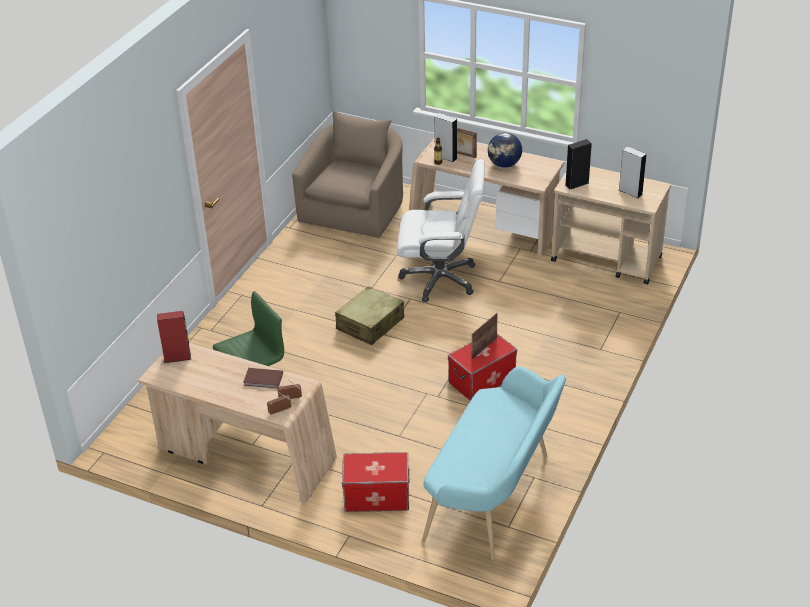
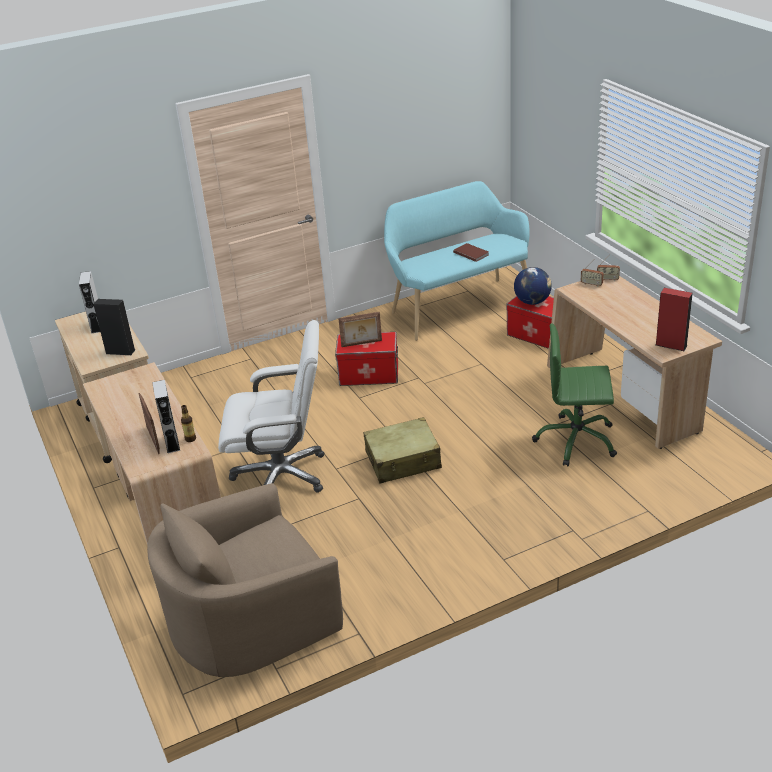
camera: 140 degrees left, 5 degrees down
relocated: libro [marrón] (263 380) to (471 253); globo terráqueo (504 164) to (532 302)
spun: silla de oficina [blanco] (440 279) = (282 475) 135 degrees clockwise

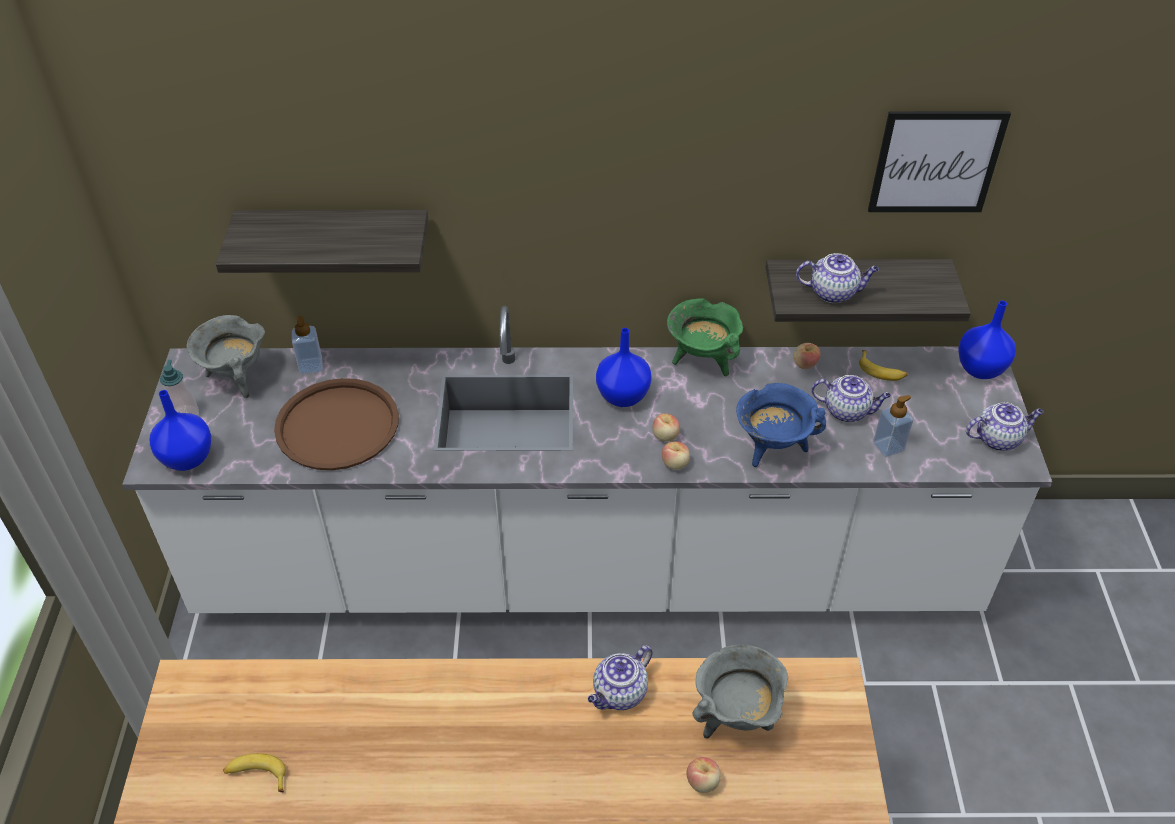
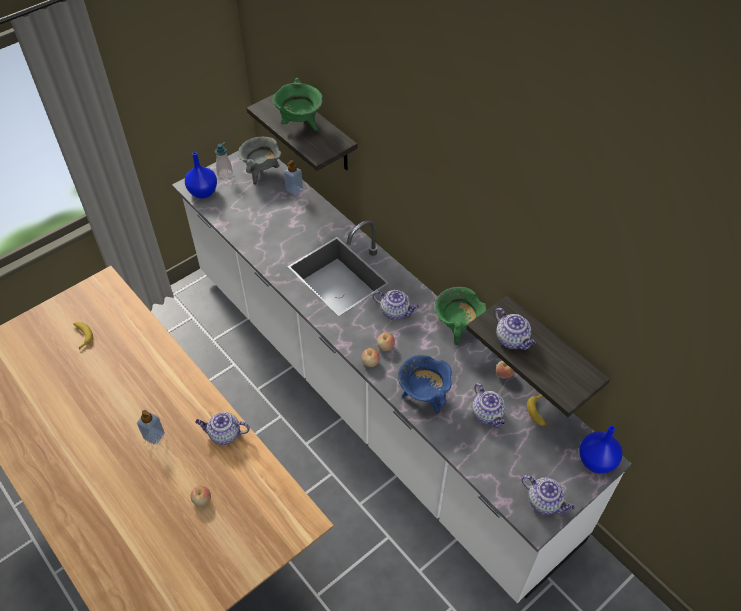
camera: 50 degrees right, 5 degrees up
missing: bandeja [marrón] (337 425); olla [gris] (736 717); cuadro (936 162)
appeared: olla [verde] (300 125)
relocated: dispensador de jabón (888 446) to (154 436)
exchanged: florero [azul] (623 395) to tetera (396 312)

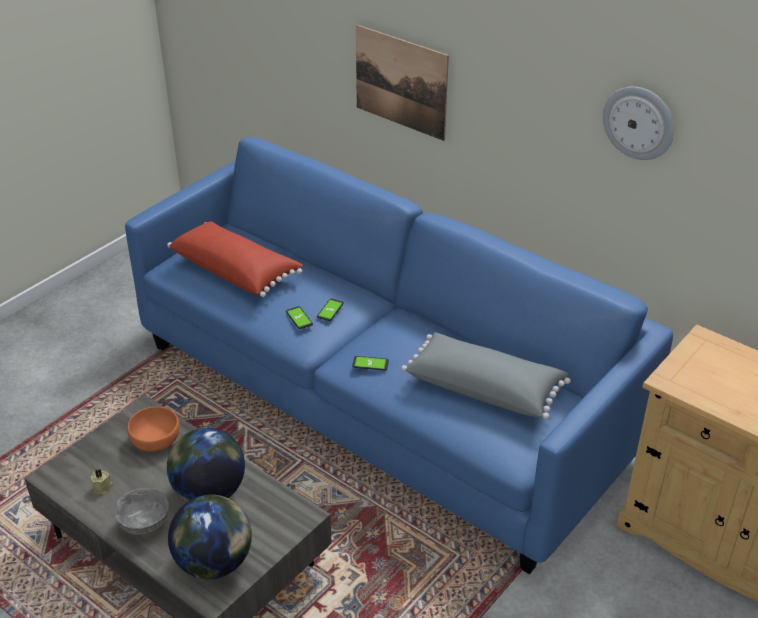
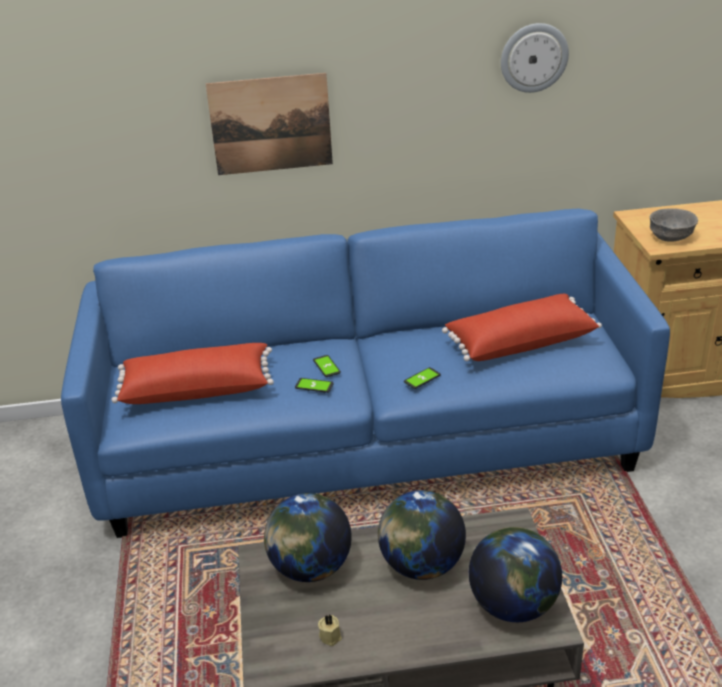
camera: 45 degrees left, 5 degrees down
relocated: cuenco [gris] (144 524) to (670 238)
exchanged: cuenco [naranja] (155 440) to globo terráqueo (310 568)
colour: cojín [gris] (484 387) to cojín [rojo] (519 342)

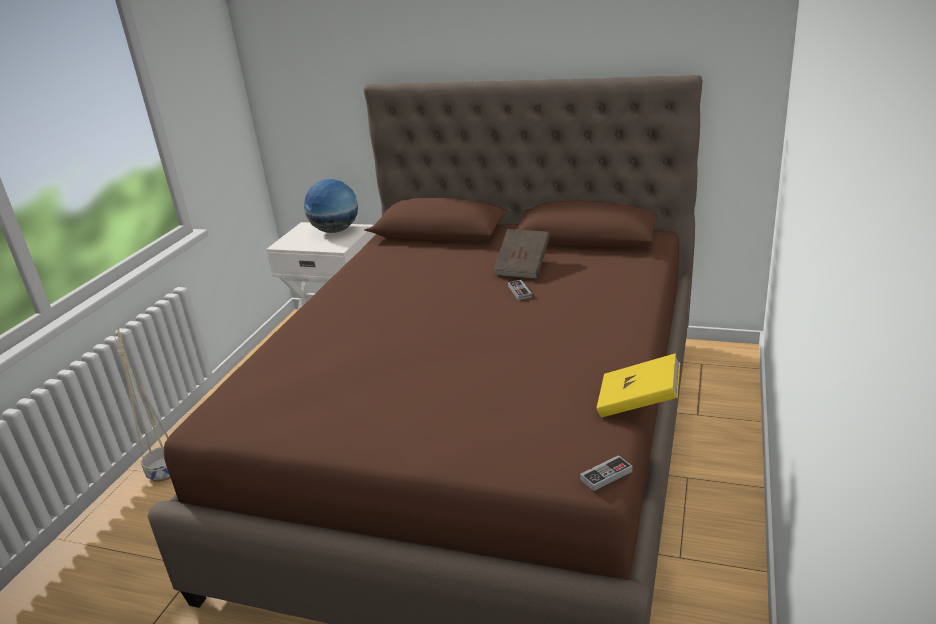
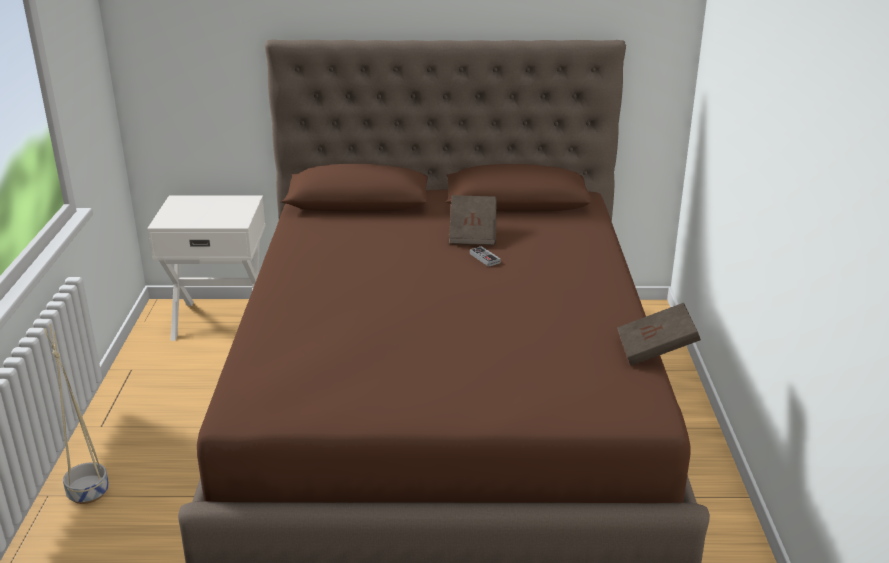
camera: 20 degrees left, 0 degrees up
missing: globo terráqueo (335 231); mando de consola (606 475)
colour: libro [amarillo] (638 403) to libro [marrón] (655 351)

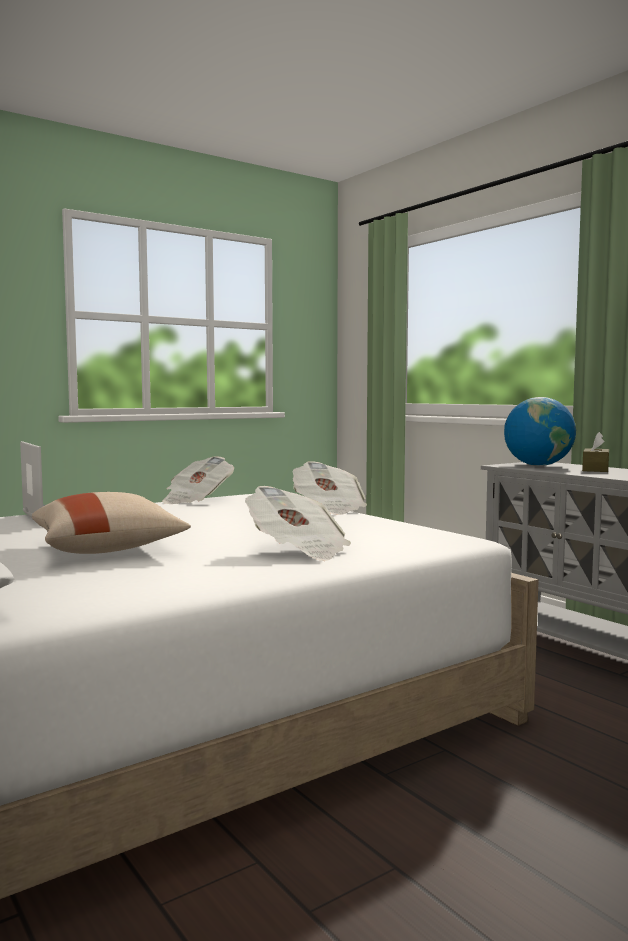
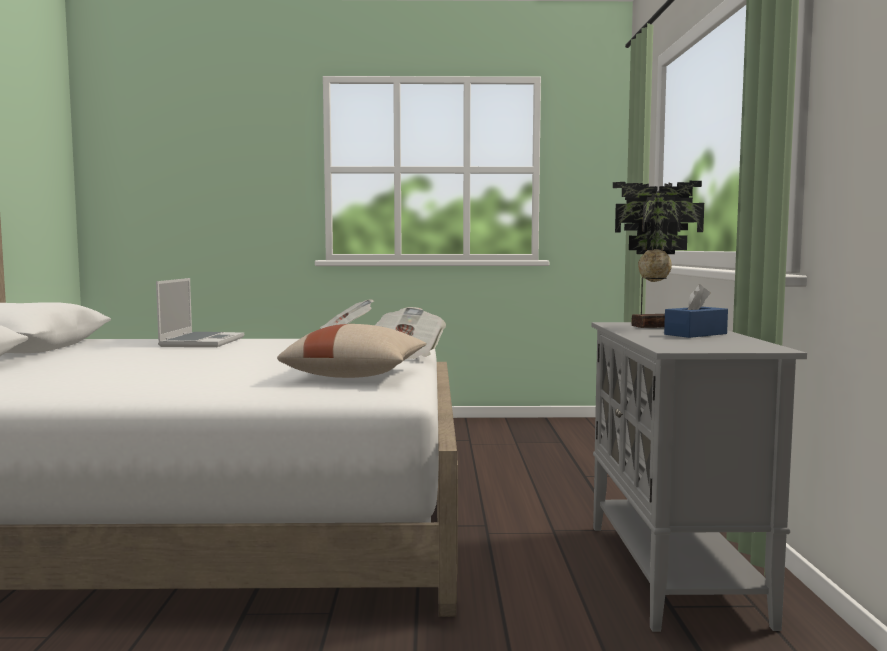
camera: 35 degrees right, 0 degrees up
missing: periódico (298 550)
relocated: cojín [beis] (108 549) to (357 375)
exchanged: globo terráqueo (538 465) to planta en maceta (654 326)
colour: caja de pañuelos [marrón] (595 469) to caja de pañuelos [azul] (695 334)

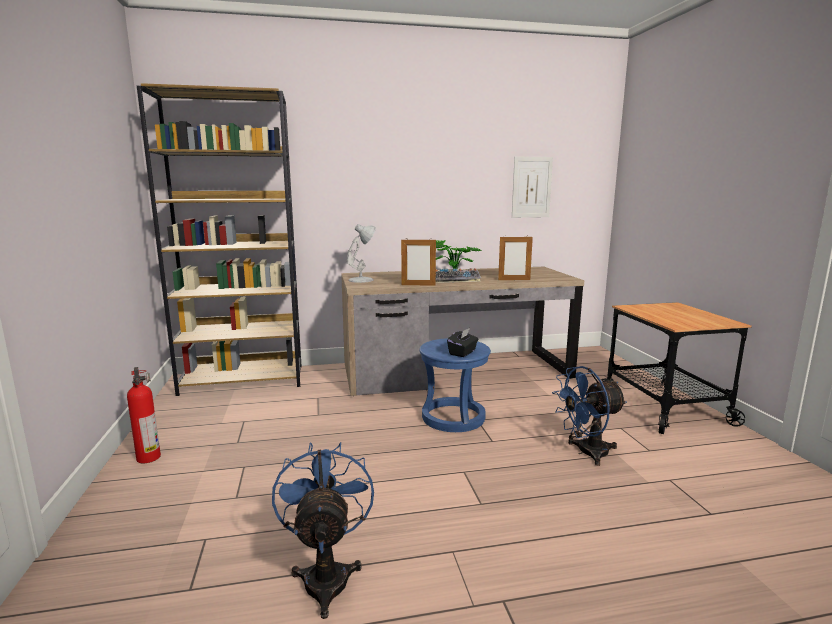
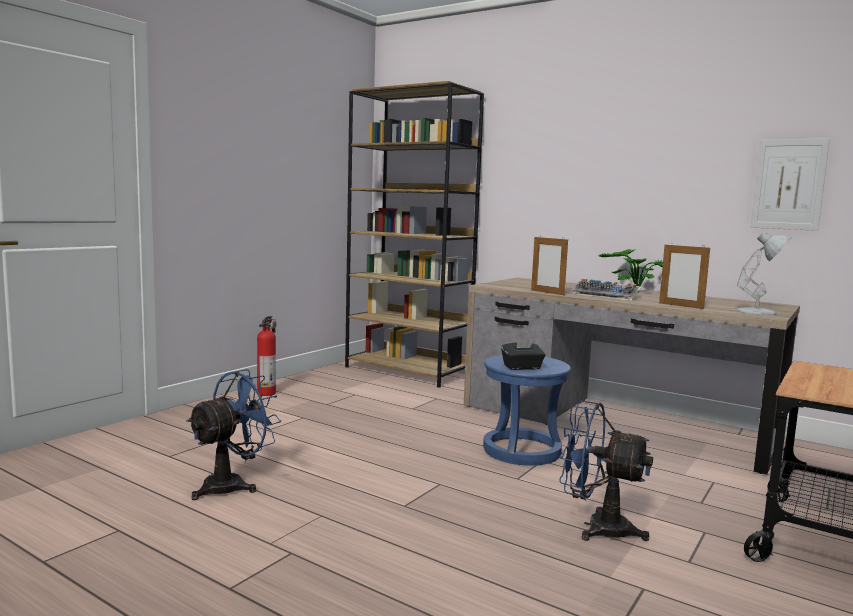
camera: 45 degrees right, 5 degrees down
relocated: lámpara de mesa [blanco] (362 280) to (758 312)

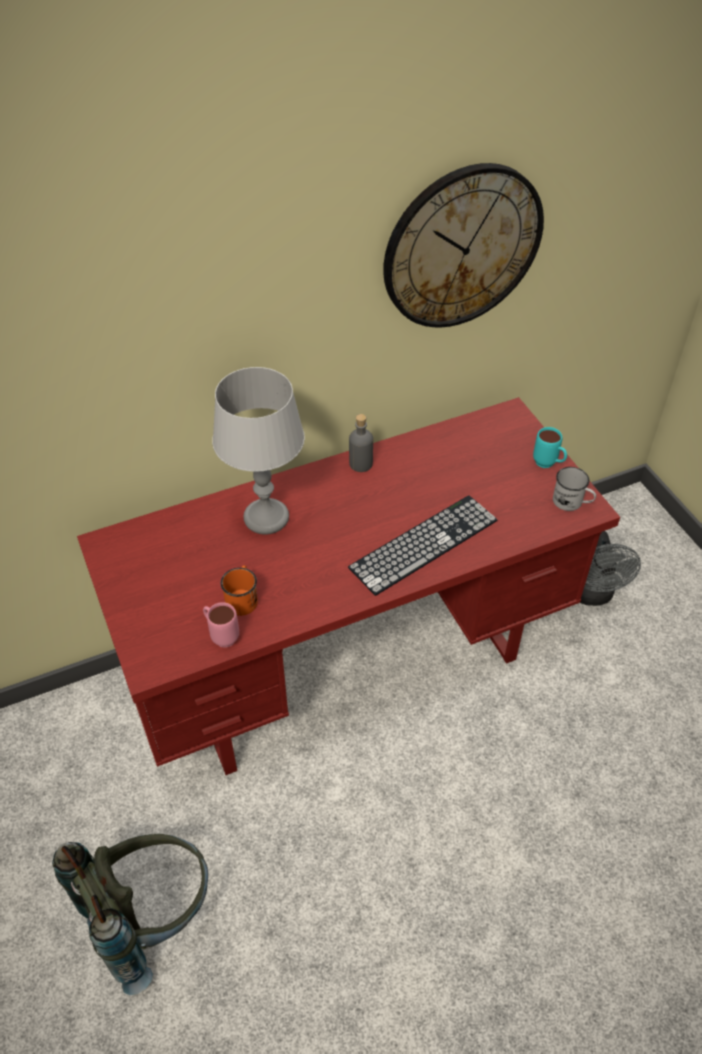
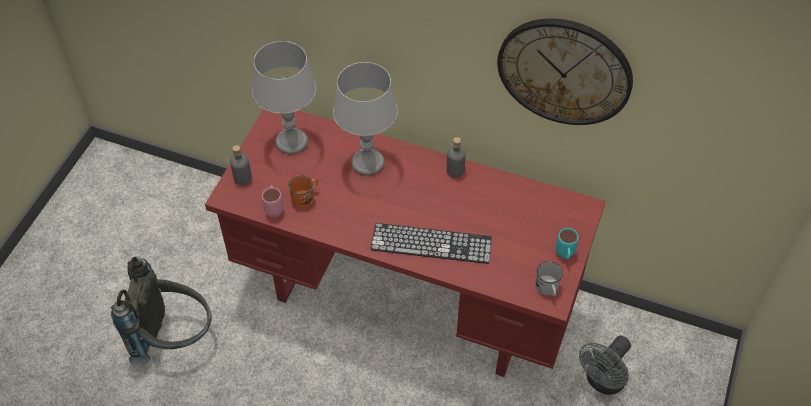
camera: 45 degrees right, 5 degrees up
appeared: botella [gris] (242 178); lámpara de mesa [gris] (292 142)

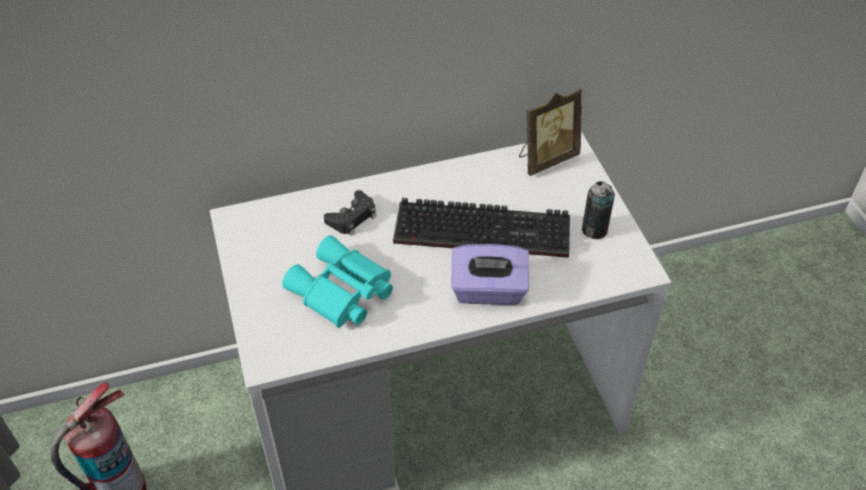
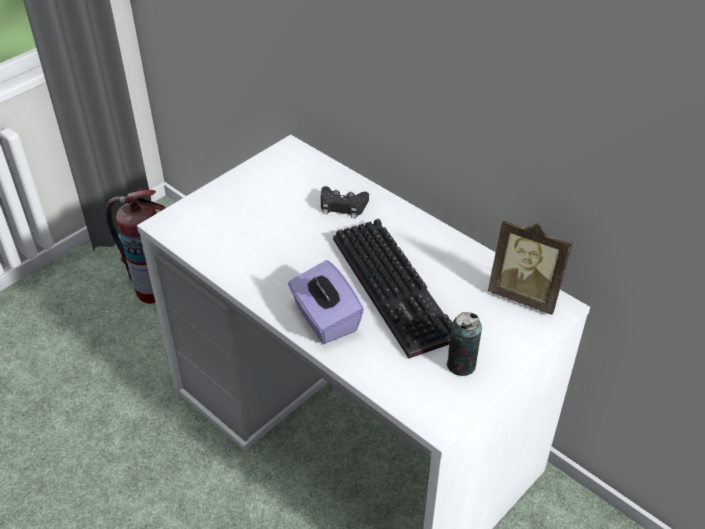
camera: 60 degrees right, 5 degrees down
missing: prismáticos [turquesa] (341 293)

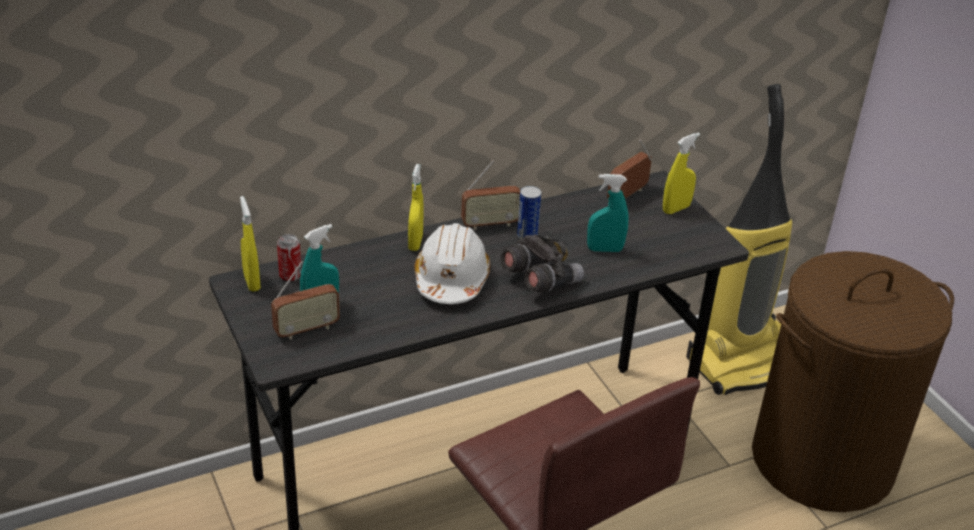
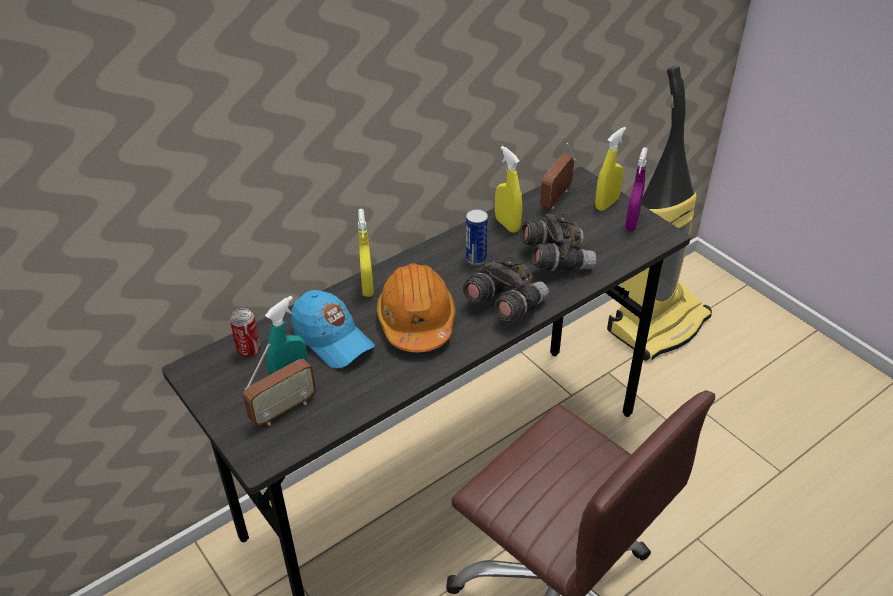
camera: 10 degrees left, 5 degrees up
missing: radio (490 224); cesto de la ropa [marrón] (822 459)
appeared: gorra [azul] (332 339); pulverizador [morado] (632 223)
relocated: pulverizador [amarillo] (252 282) to (507 225)
exchanged: pulverizador [turquesa] (604 249) to prismáticos [gris] (555 259)
colour: casco [blanco] (451 279) to casco [naranja] (416 321)

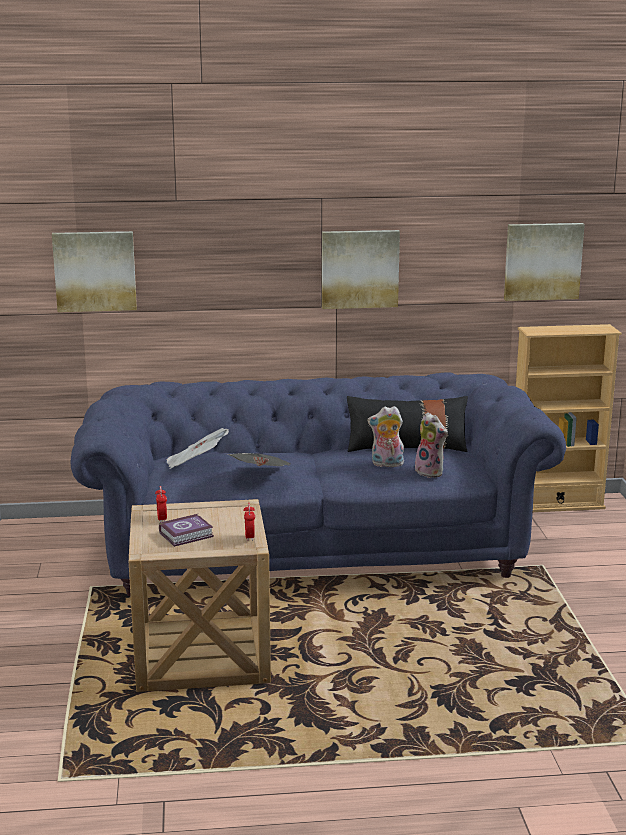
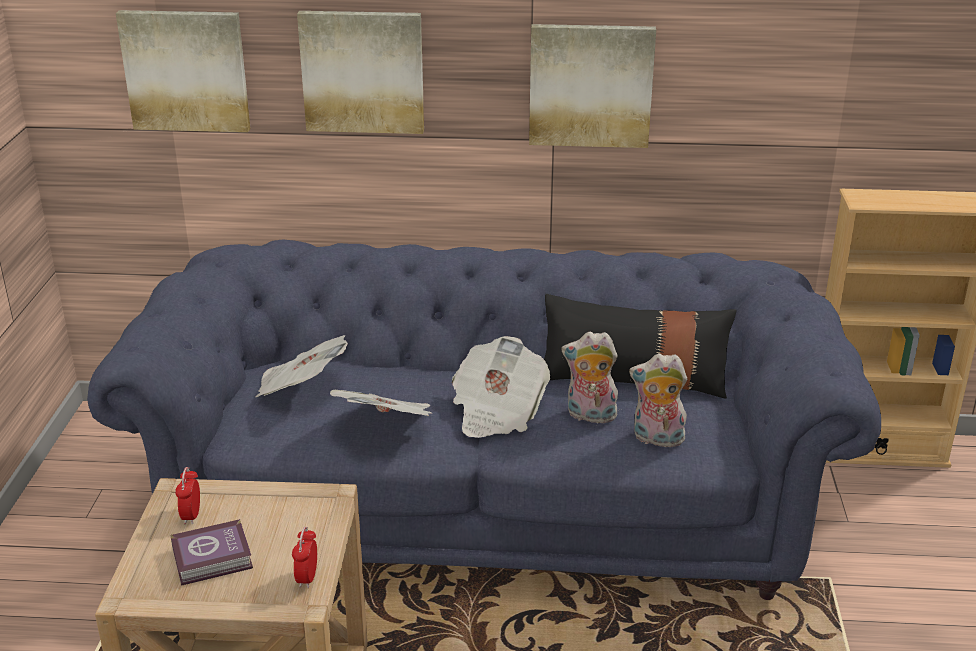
camera: 10 degrees right, 10 degrees up
appeared: periódico (497 412)
relocated: cuadro (542 261) to (363 71)
spun: peluche (431 472) = (656 439) 135 degrees clockwise

